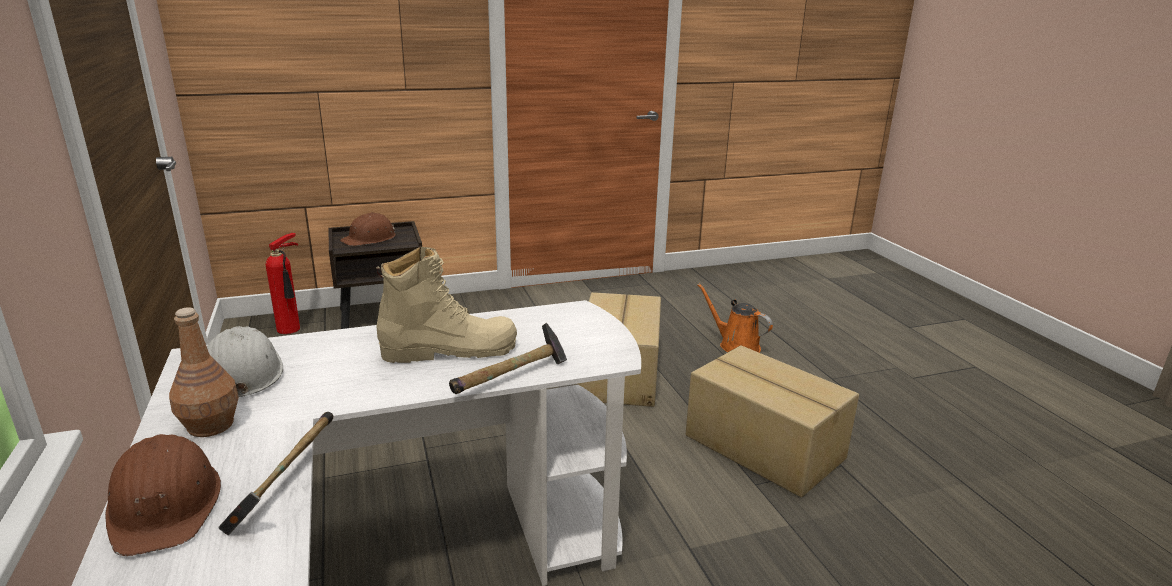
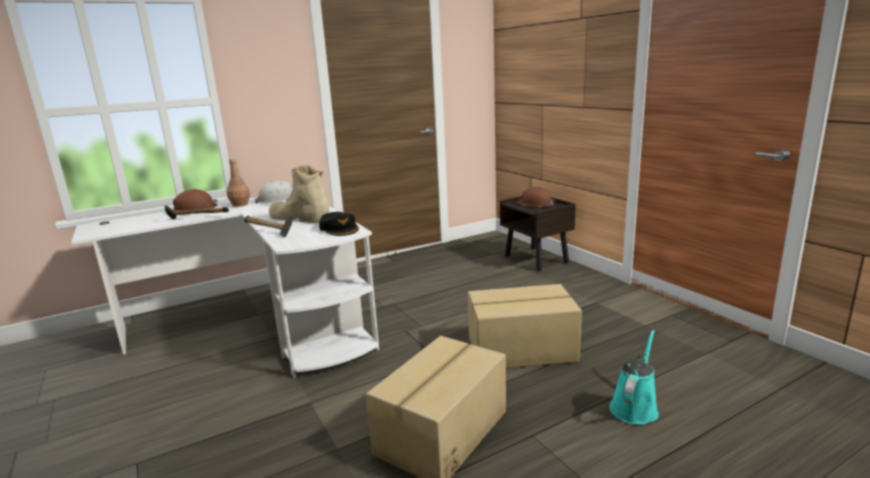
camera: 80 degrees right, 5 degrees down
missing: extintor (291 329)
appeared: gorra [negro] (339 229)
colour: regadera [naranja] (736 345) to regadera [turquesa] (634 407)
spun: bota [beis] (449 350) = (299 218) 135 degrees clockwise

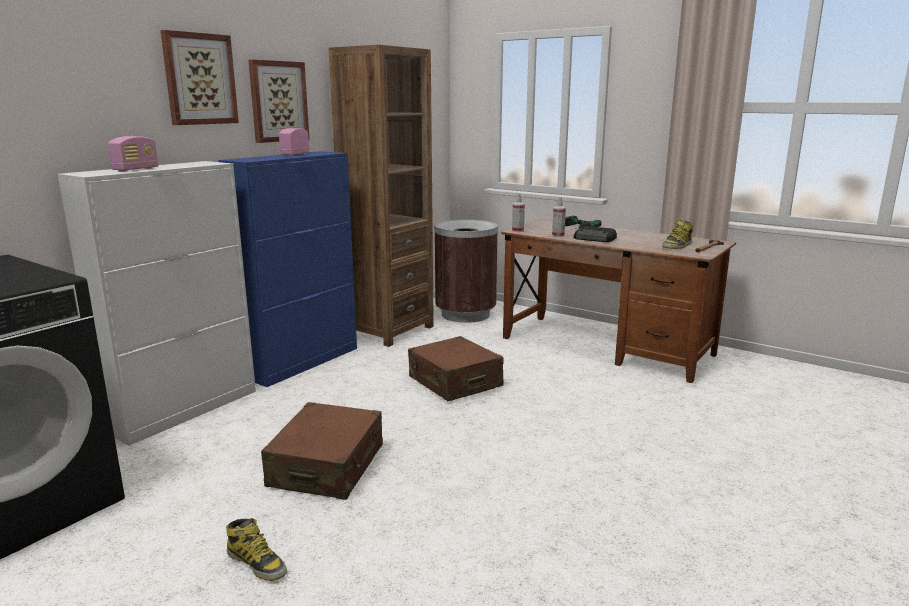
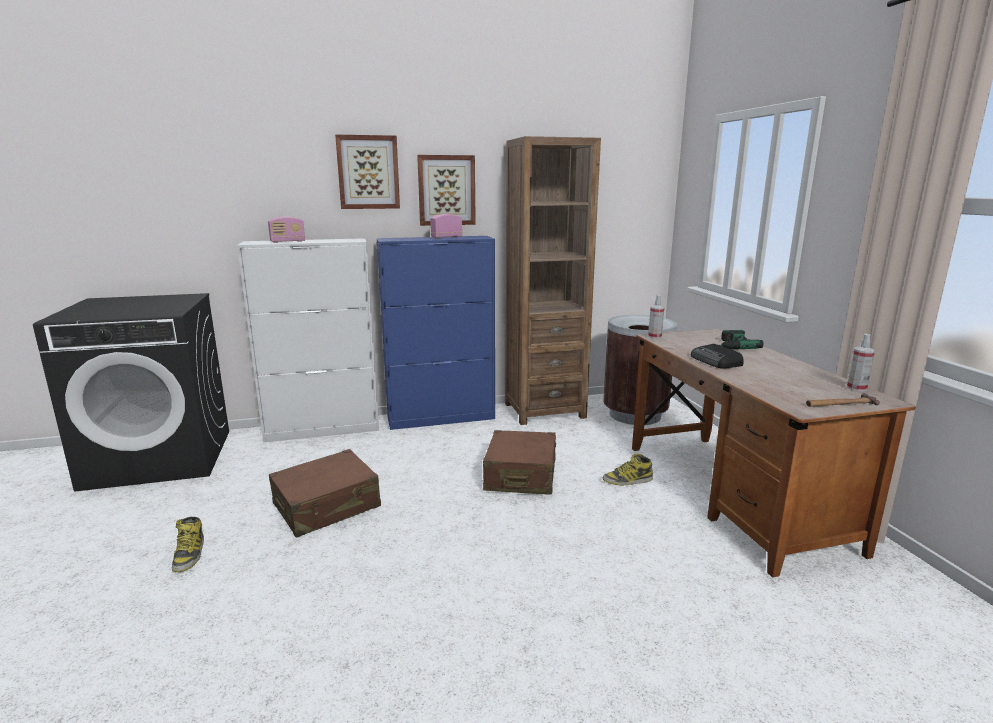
camera: 40 degrees right, 0 degrees up
relocated: pulverizador (558 235) to (856 388); bota (677 246) to (627 480)

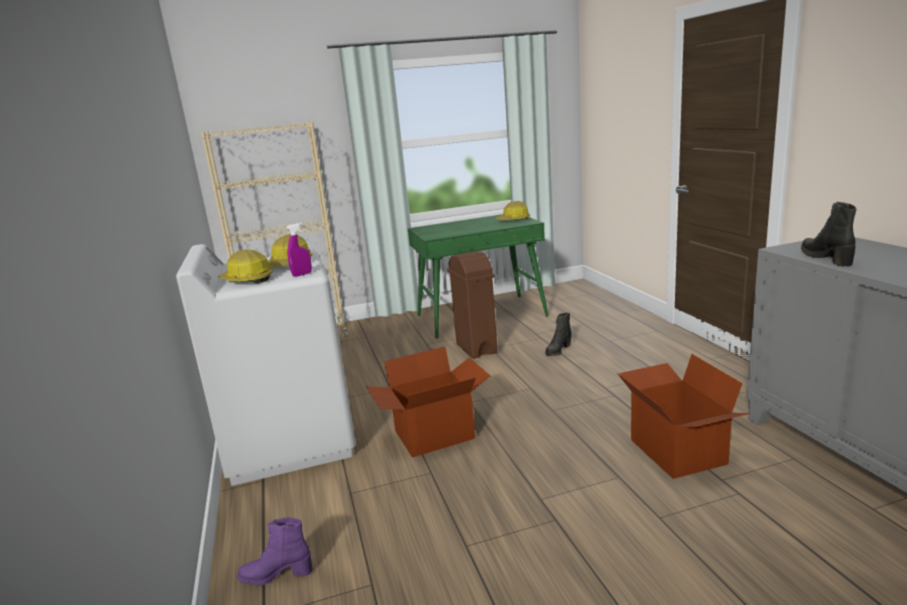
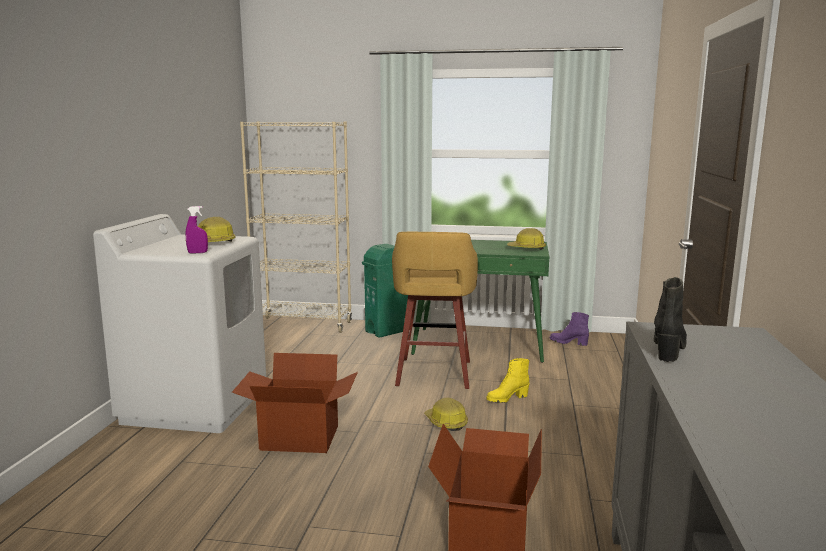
camera: 25 degrees right, 5 degrees down
appeared: papelera [verde] (388 331)
relocated: casco (247 280) to (446 422); bota [morado] (276 575) to (568 342)
exchanged: papelera [marrón] (476 349) to taburete [amarillo] (433 374)
colour: bota [negro] (558 350) to bota [amarillo] (507 398)

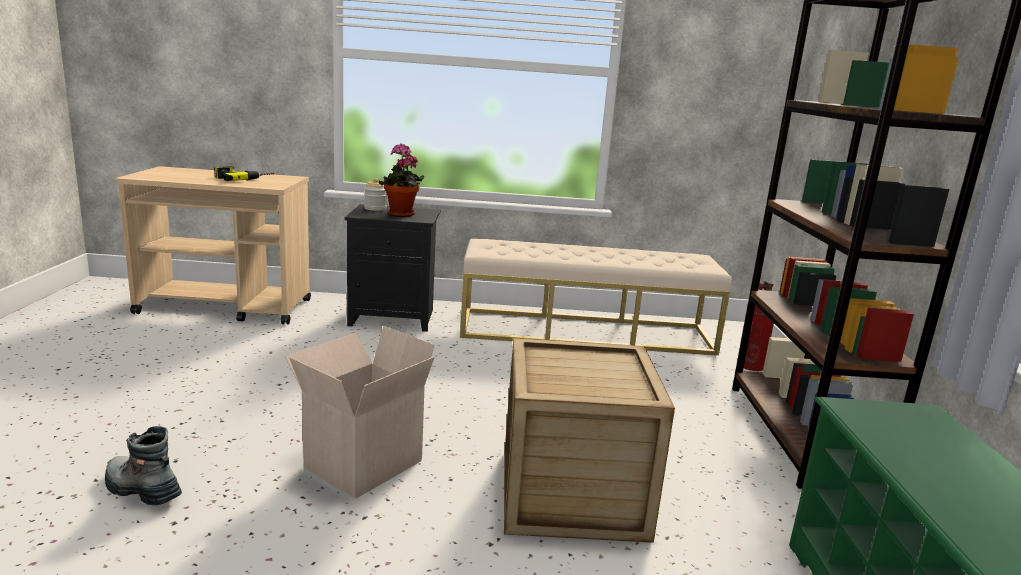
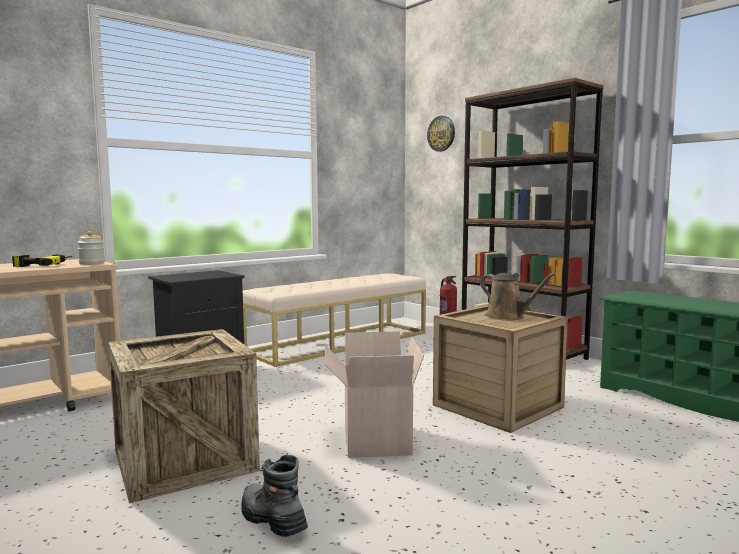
camera: 40 degrees left, 10 degrees down
missing: planta en maceta (400 215)
appeared: caja de embalaje (184 460); reloj de pared (441 133); regadera [marrón] (508 317)
relocated: tarro (375 208) to (92 263)
spun: bota (142 490) = (272 520) 60 degrees clockwise

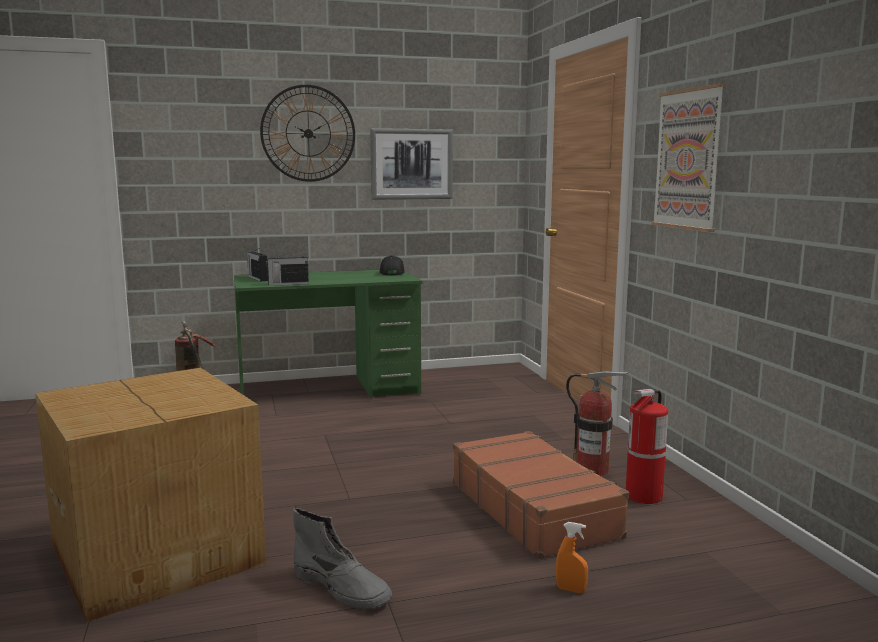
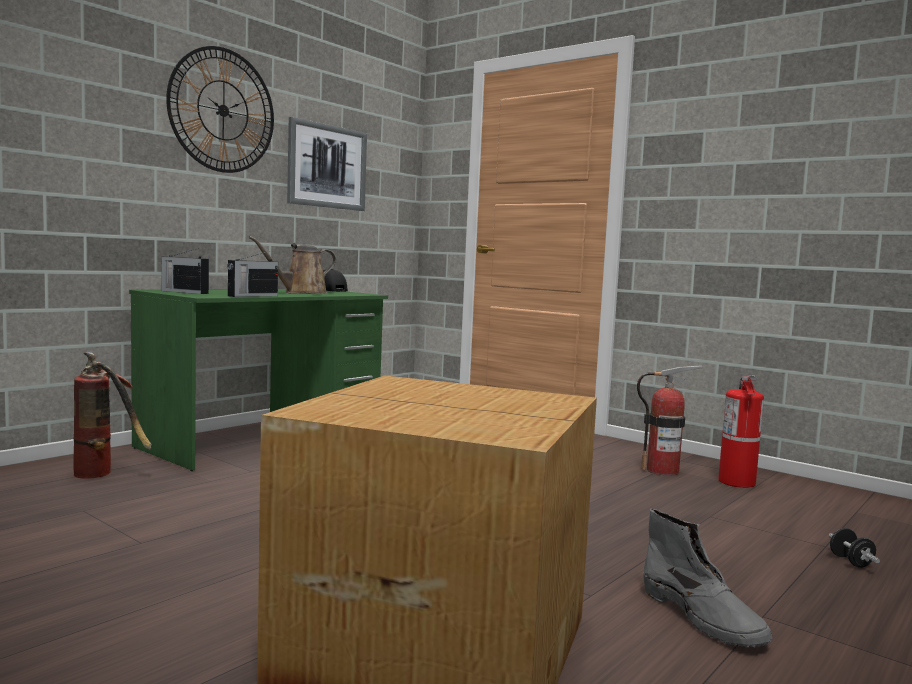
camera: 35 degrees left, 5 degrees down
missing: maleta [marrón] (534 509); cuadro (688 159)
appeared: regadera [marrón] (301 293)
exchanged: pulverizador [naranja] (571 590) to mancuerna [negro] (851 562)
spun: bota [gris] (342 589) = (702 618) 60 degrees clockwise

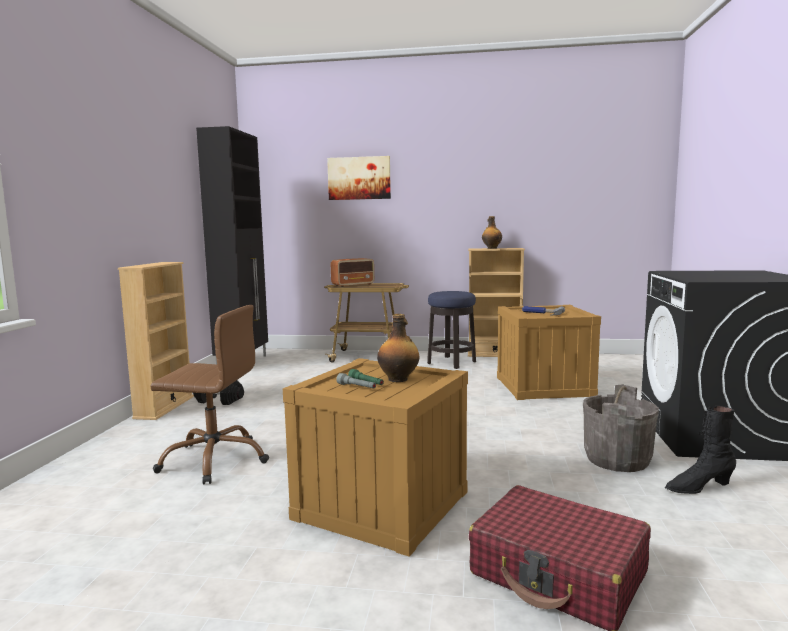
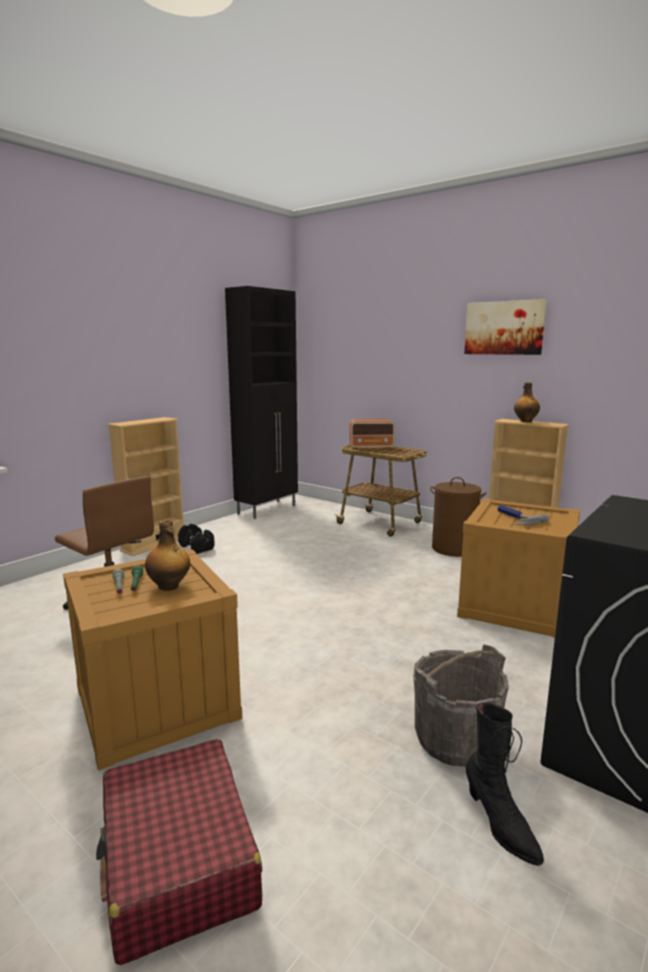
camera: 30 degrees right, 5 degrees up
relocated: cuadro (359 178) to (504 328)
exchanged: taburete (451 363) to cesto de la ropa [marrón] (454 549)
spun: bota [negro] (698 487) = (500 825) 135 degrees counterclockwise

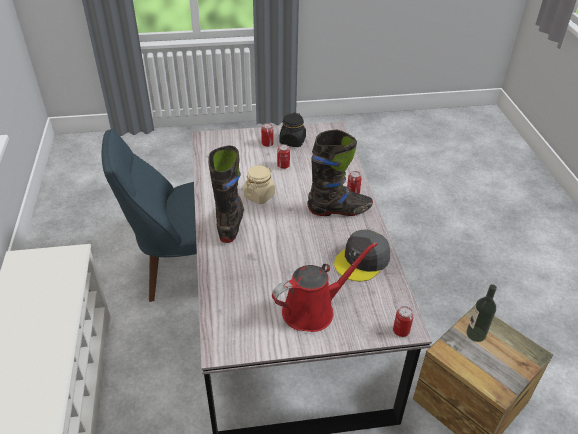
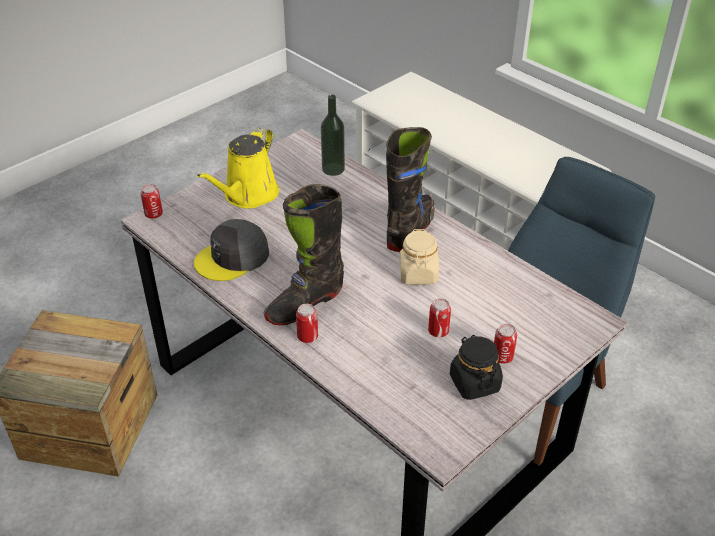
camera: 145 degrees right, 0 degrees up
relocated: botella (476 334) to (333 169)
colour: regadera [rojo] (313 310) to regadera [amarillo] (248 195)
spun: bota [negro] (231 223) = (410 230) 120 degrees counterclockwise; gorra [gris] (362 260) = (232 258) 135 degrees counterclockwise

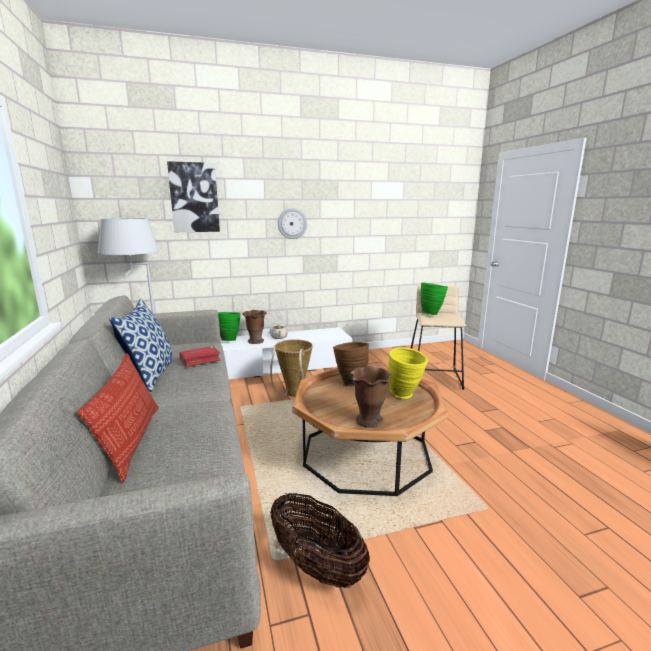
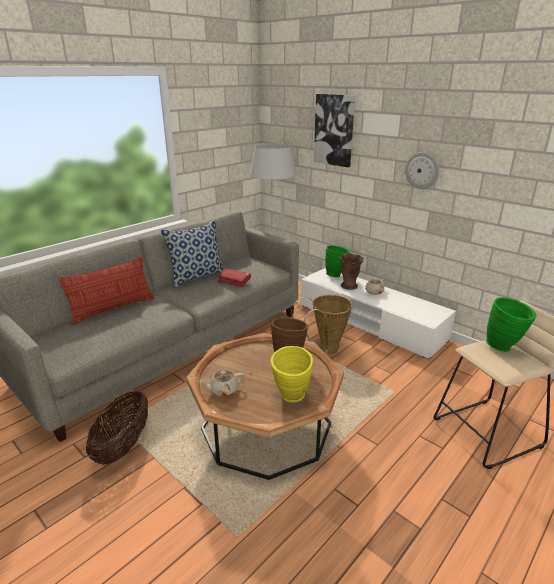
camera: 60 degrees right, 10 degrees up
exchanged: florero [marrón] (369 421) to tetera [beis] (223 390)

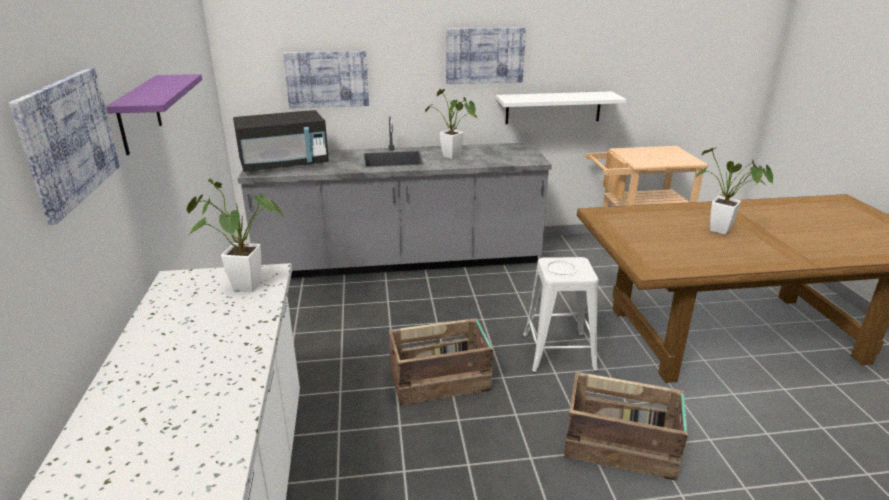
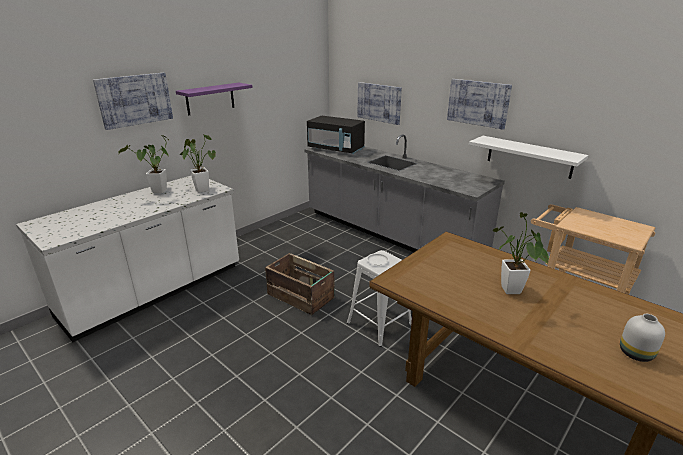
camera: 50 degrees right, 0 degrees up
missing: caja de embalaje (621 447)
appeared: florero [blanco] (635 354)
relocated: planta en maceta (454 157) to (158 192)

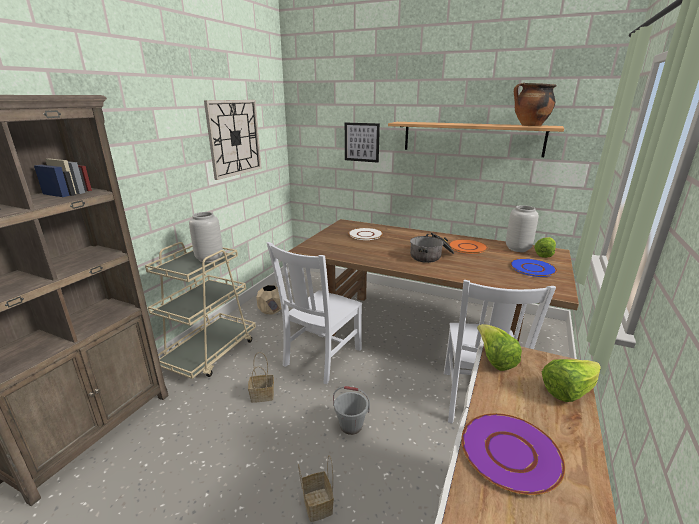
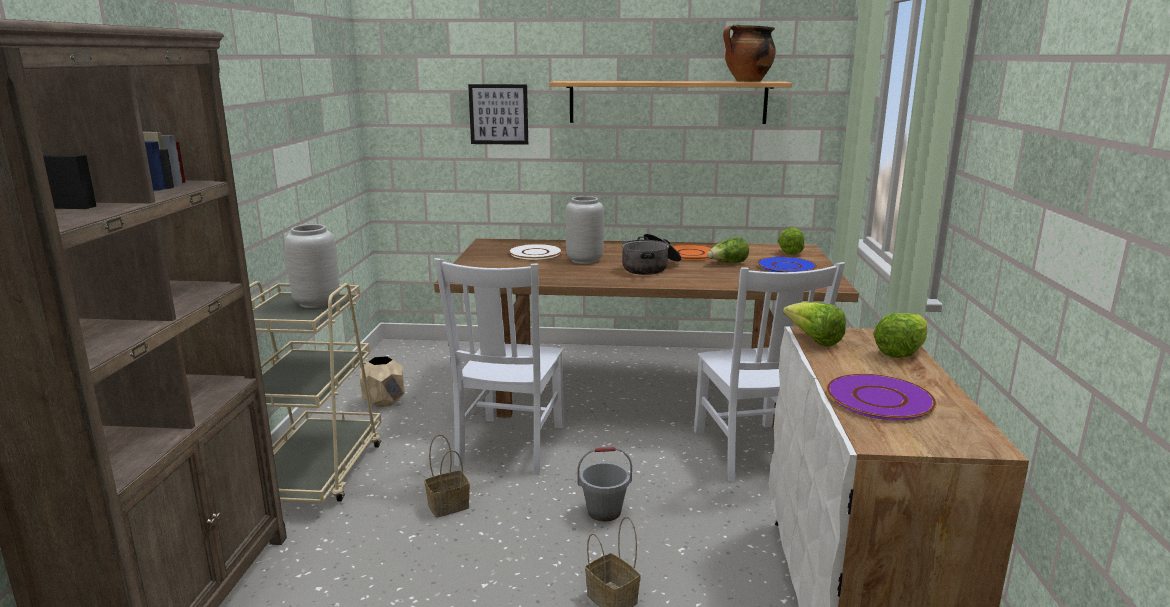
camera: 20 degrees left, 5 degrees down
missing: reloj de pared (234 138)
appeared: lechuga (728 263)
relocated: florero [gris] (517 249) to (584 260)

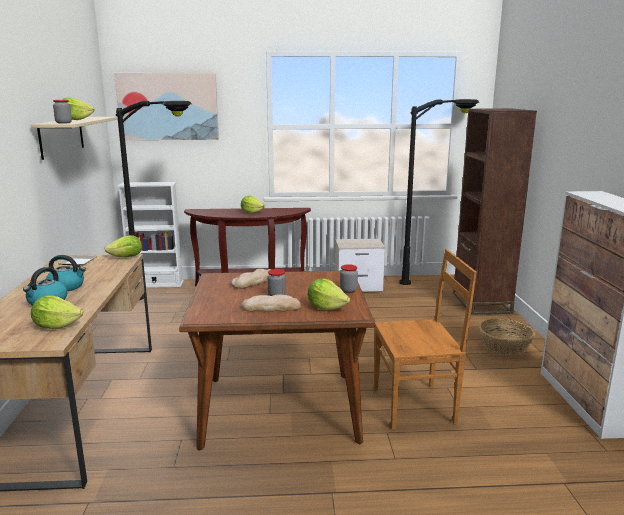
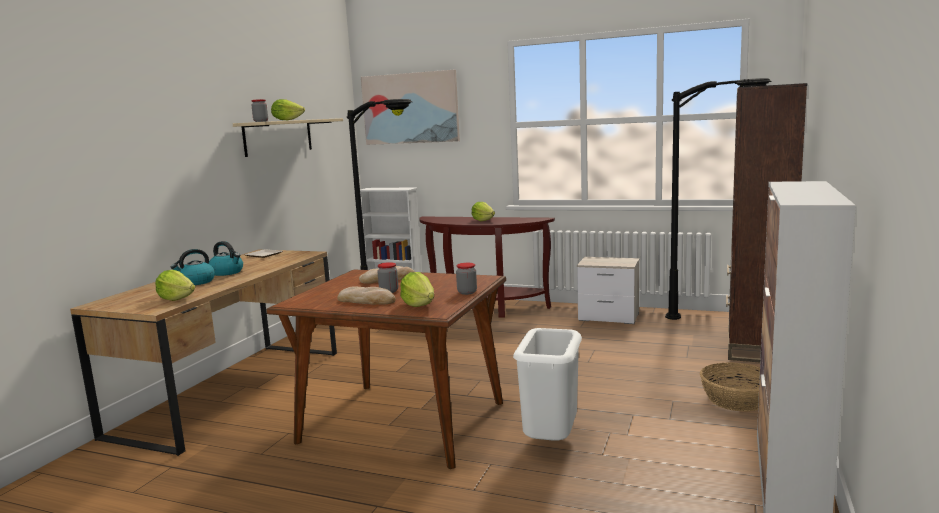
camera: 25 degrees right, 5 degrees down
missing: lechuga (127 257)
exchanged: silla [marrón] (416 405) to papelera [blanco] (552 444)

